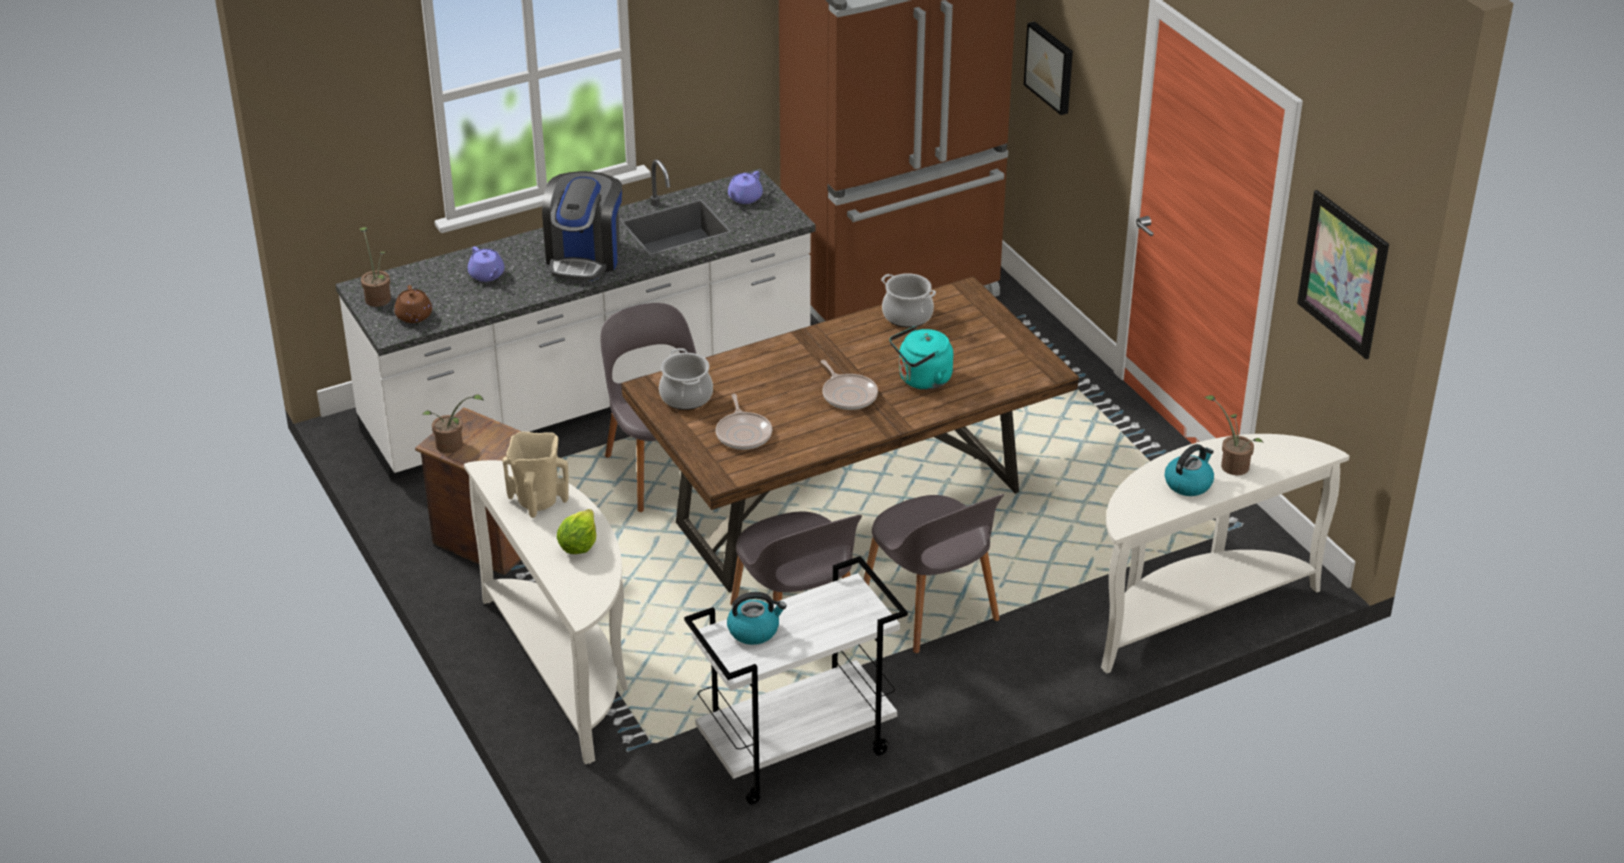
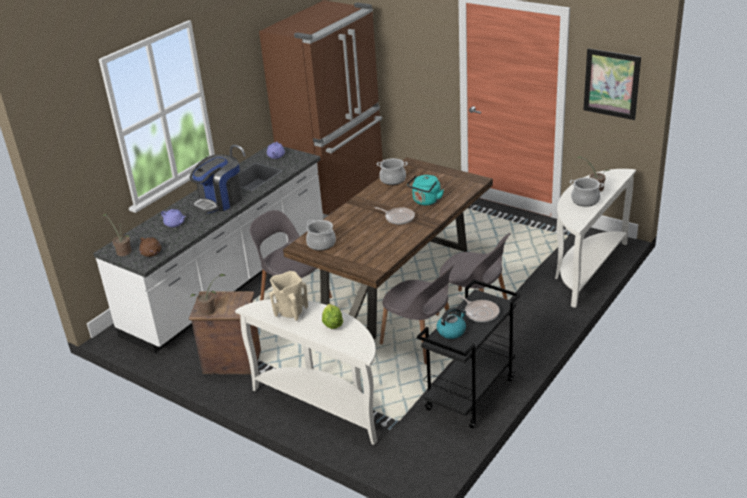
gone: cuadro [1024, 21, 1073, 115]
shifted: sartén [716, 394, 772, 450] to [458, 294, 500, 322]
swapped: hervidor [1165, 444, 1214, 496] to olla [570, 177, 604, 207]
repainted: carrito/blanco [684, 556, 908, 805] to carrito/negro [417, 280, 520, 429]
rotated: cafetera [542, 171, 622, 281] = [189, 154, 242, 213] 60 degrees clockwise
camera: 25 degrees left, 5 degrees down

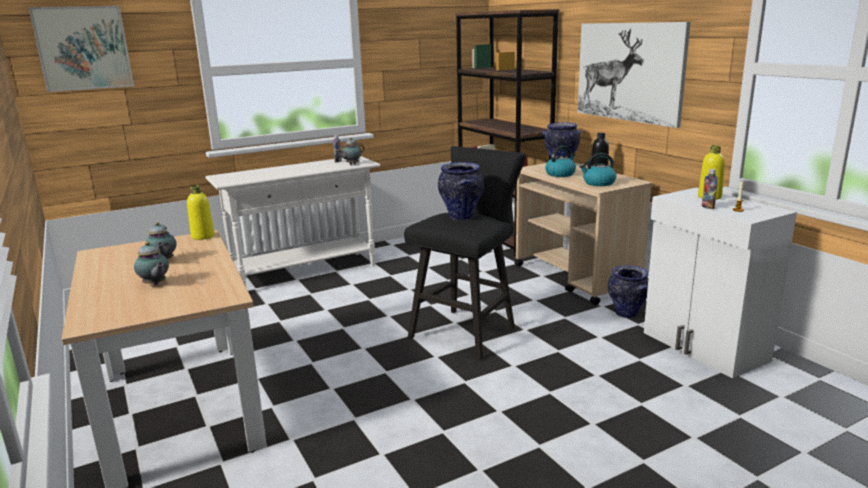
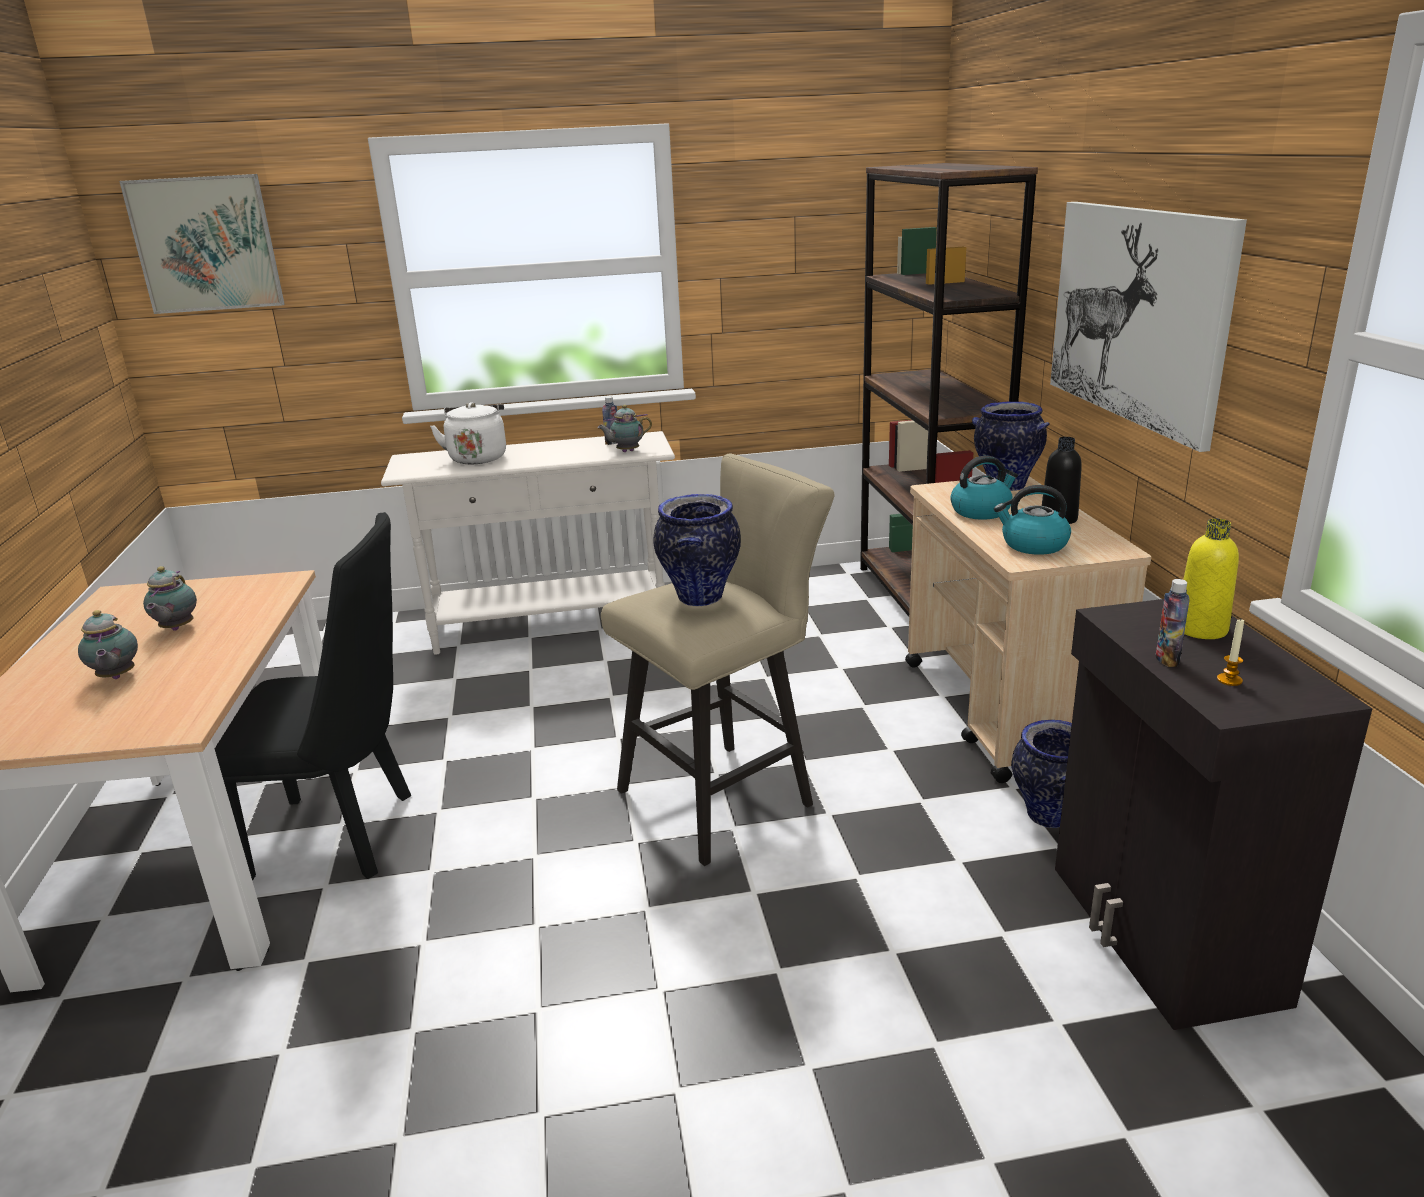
gone: botella/amarillo [187, 185, 215, 240]
new: silla/negro [215, 512, 411, 880]; hervidor/blanco [430, 402, 506, 464]
repainted: taburete/negro [404, 146, 526, 360] to taburete/beis [601, 454, 835, 866]; armario/blanco [644, 188, 797, 379] to armario/negro [1055, 599, 1373, 1030]
camera: 20 degrees right, 5 degrees up

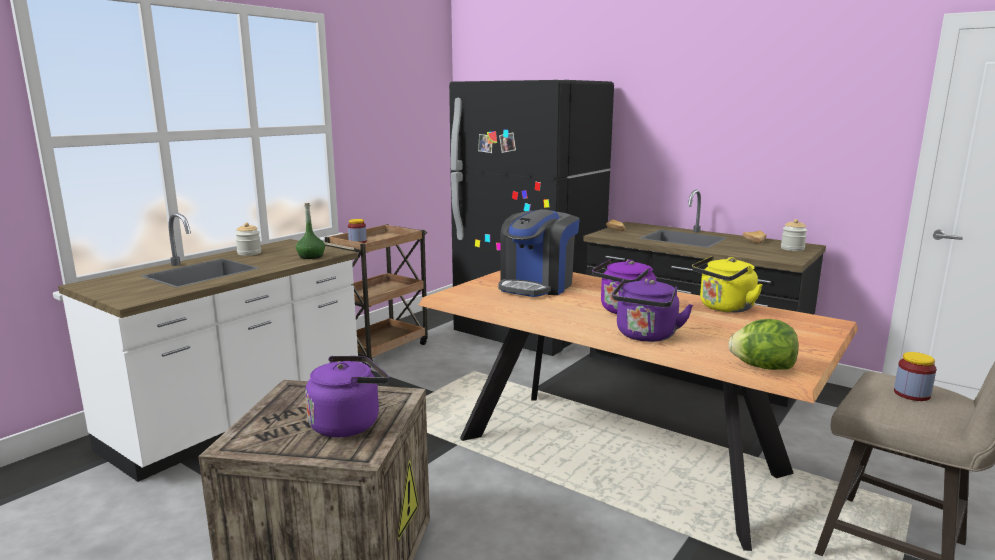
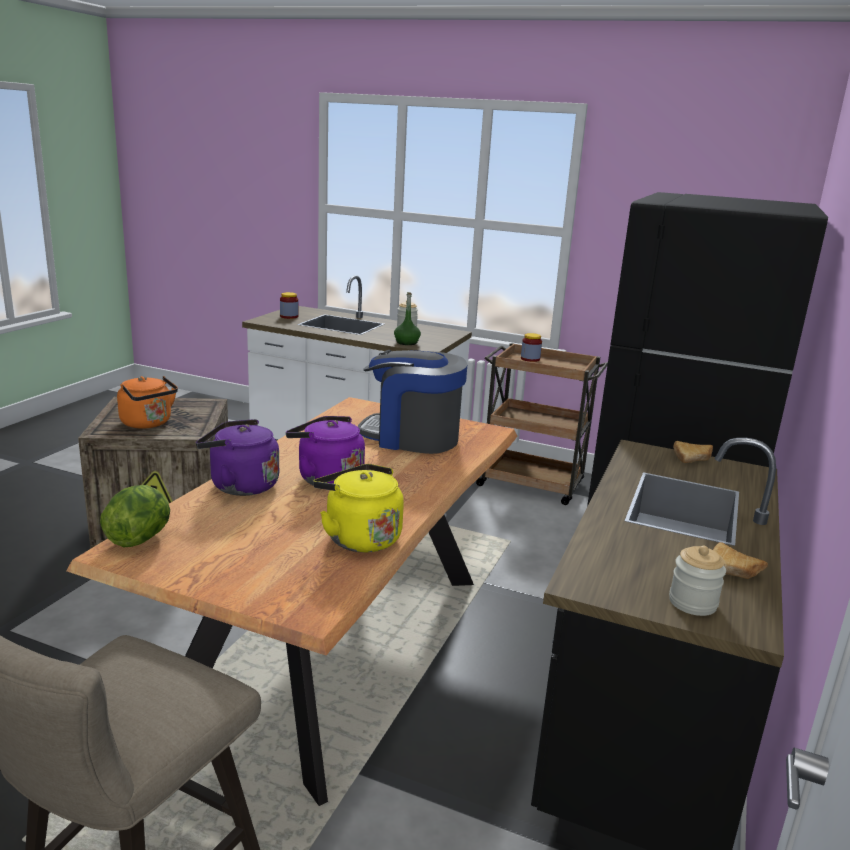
shifted: tarro [894, 352, 936, 401] to [280, 292, 298, 319]
repainted: hervidor/morado [305, 356, 389, 437] to hervidor/naranja [117, 376, 178, 429]
camera: 75 degrees right, 5 degrees up

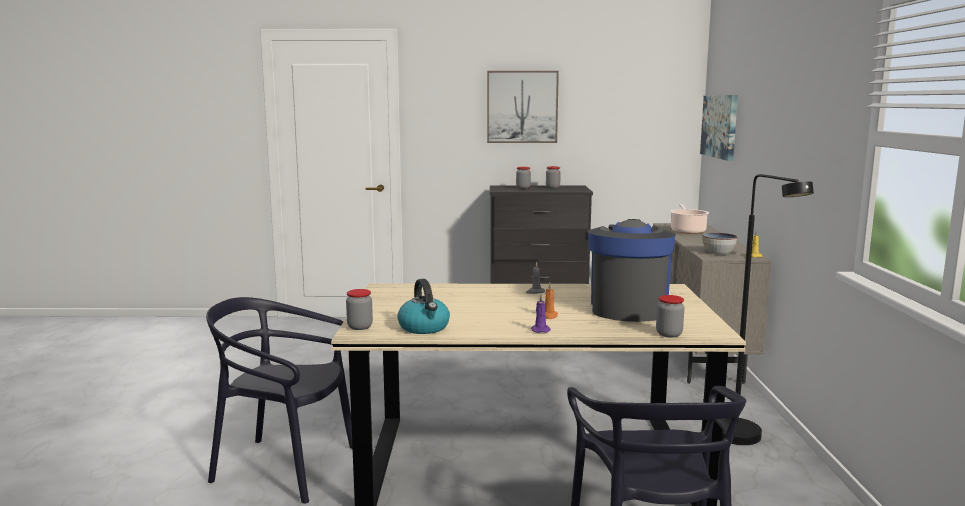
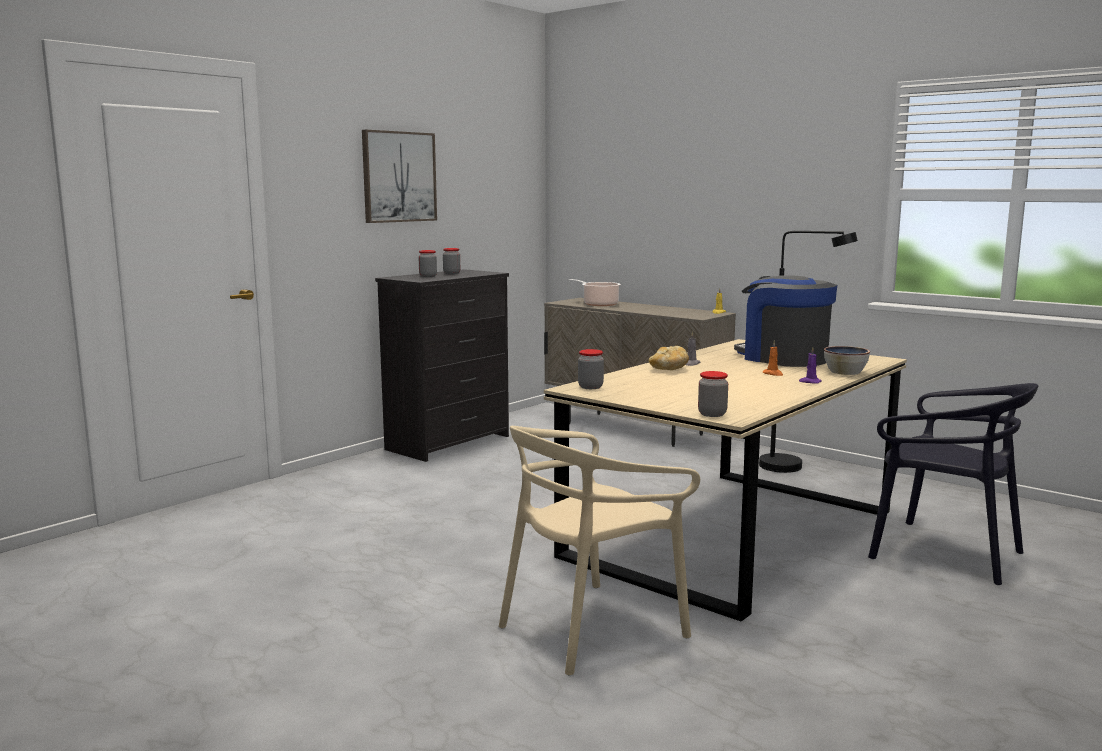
gone: hervidor [397, 279, 450, 334]; cuadro [700, 95, 738, 161]
new: pan [649, 346, 689, 370]
shifted: tarro [656, 295, 684, 338] to [578, 349, 604, 389]; cuenco [702, 232, 738, 255] to [824, 346, 870, 375]
repainted: silla/negro [206, 297, 352, 504] to silla/beis [499, 426, 700, 675]
camera: 50 degrees left, 0 degrees up

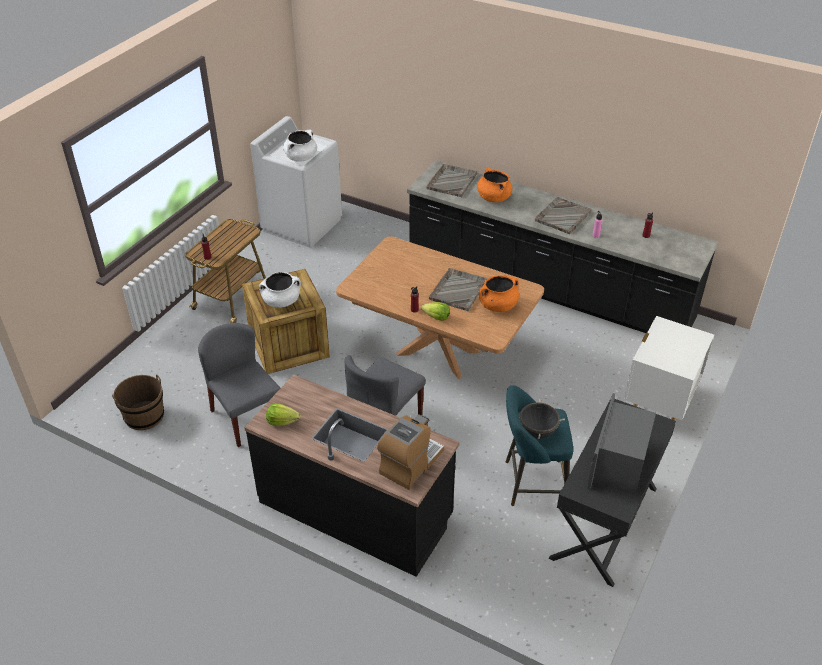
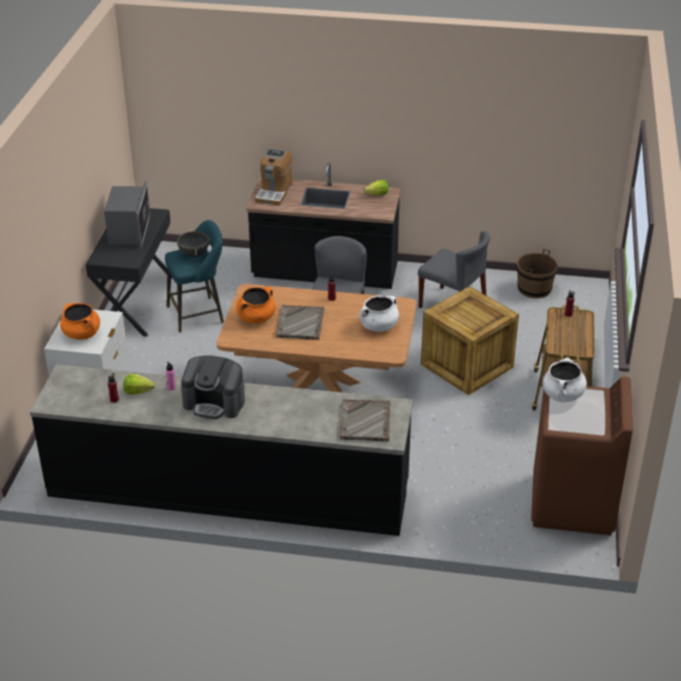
shifted: olla/blanco [259, 272, 301, 308] to [359, 295, 399, 332]; lechuga [421, 302, 450, 321] to [123, 374, 155, 395]; olla/naranja [477, 168, 512, 202] to [60, 303, 100, 339]
swapped: bandeja/gris [535, 197, 592, 234] to cafetera [181, 355, 245, 419]
repainted: lavadora/blanco [250, 116, 342, 248] to lavadora/marrón [531, 376, 633, 535]
camera: 160 degrees right, 5 degrees down

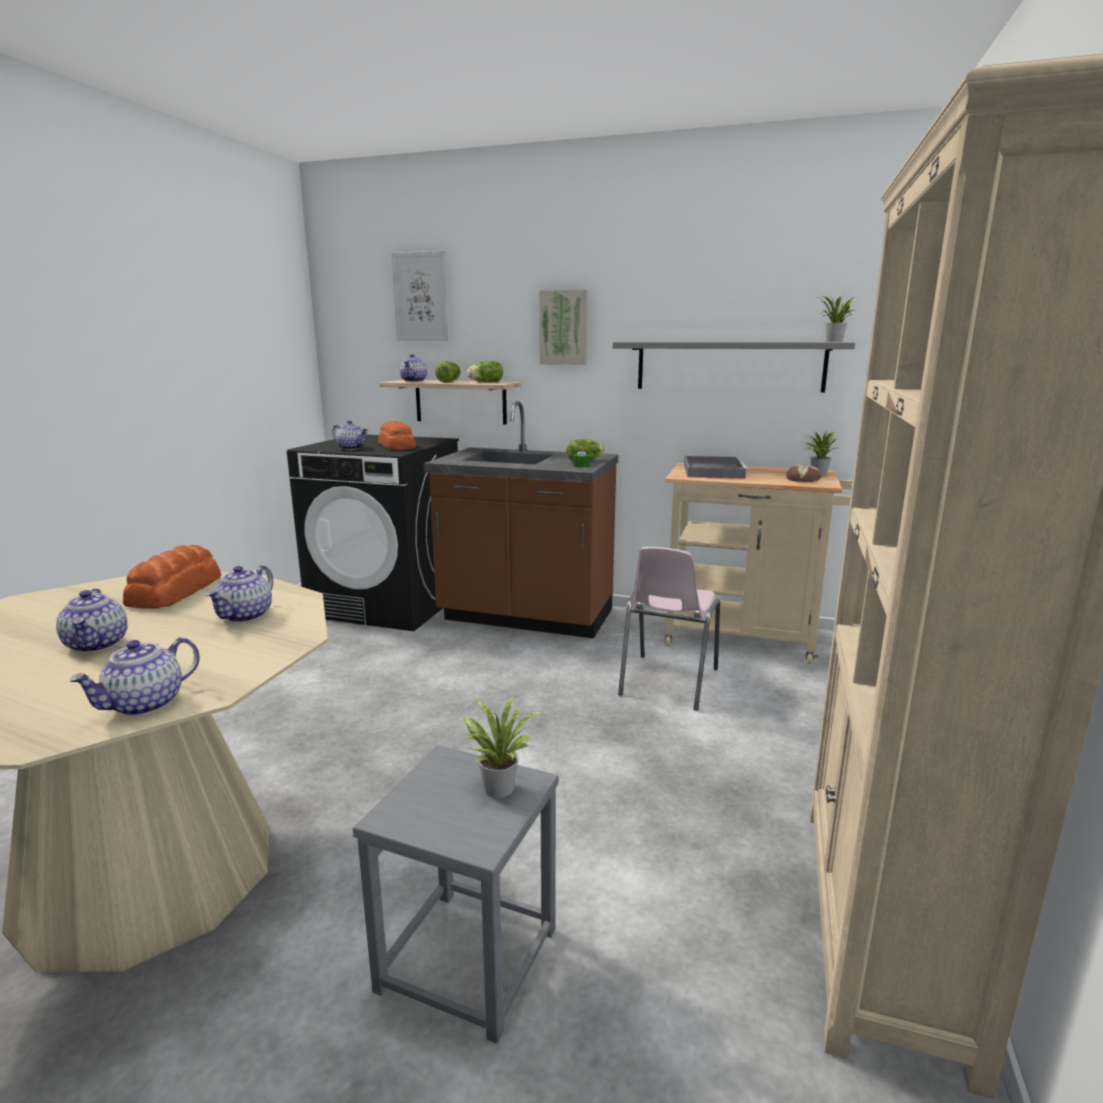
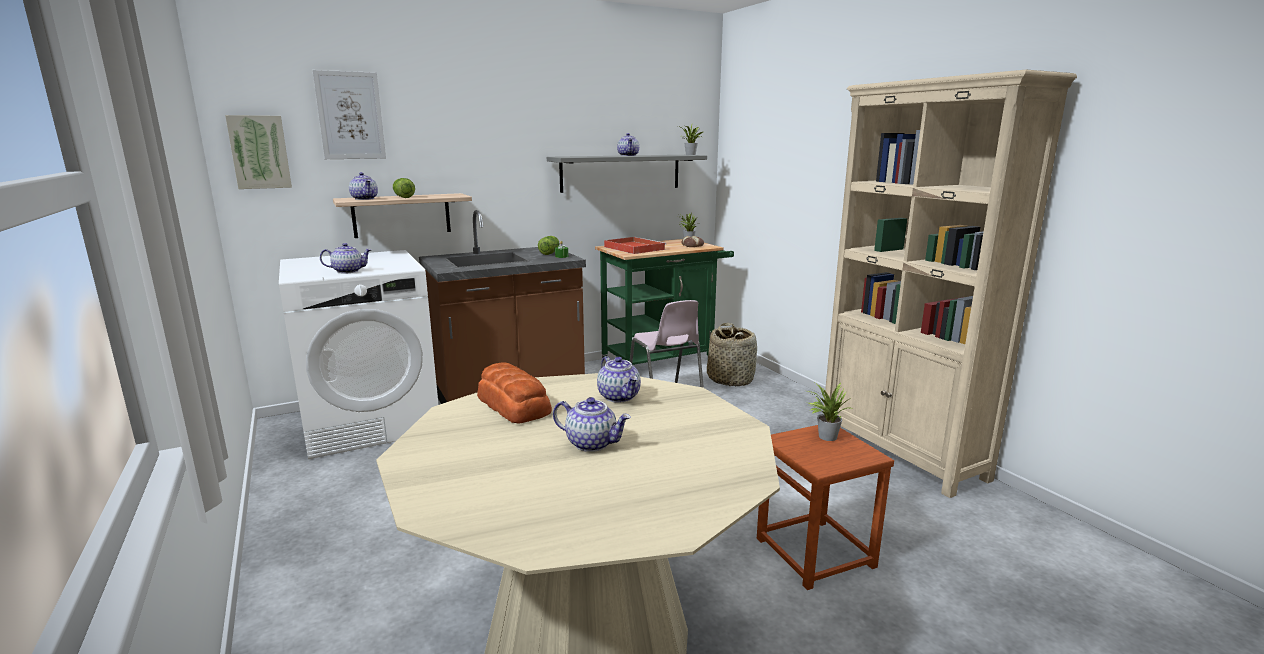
gone: pan [378, 421, 416, 450]; lechuga [467, 361, 503, 382]
new: cesta [707, 323, 757, 386]
shifted: tetera [69, 637, 200, 716] to [617, 133, 639, 156]; cuadro [539, 289, 588, 365] to [225, 115, 292, 189]
repainted: lavadora/negro [287, 434, 459, 631] to lavadora/blanco [279, 250, 438, 459]; taburete/gris [353, 745, 559, 1044] to taburete/marrón [757, 425, 894, 590]; carrito/beis [665, 463, 853, 664] to carrito/verde [595, 239, 734, 365]; bandeja/gris [684, 456, 749, 479] to bandeja/rojo [604, 237, 666, 254]
camera: 45 degrees left, 0 degrees up

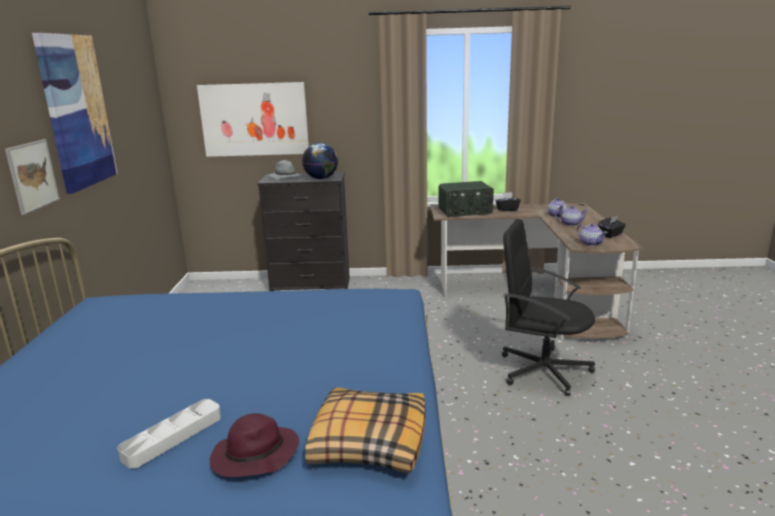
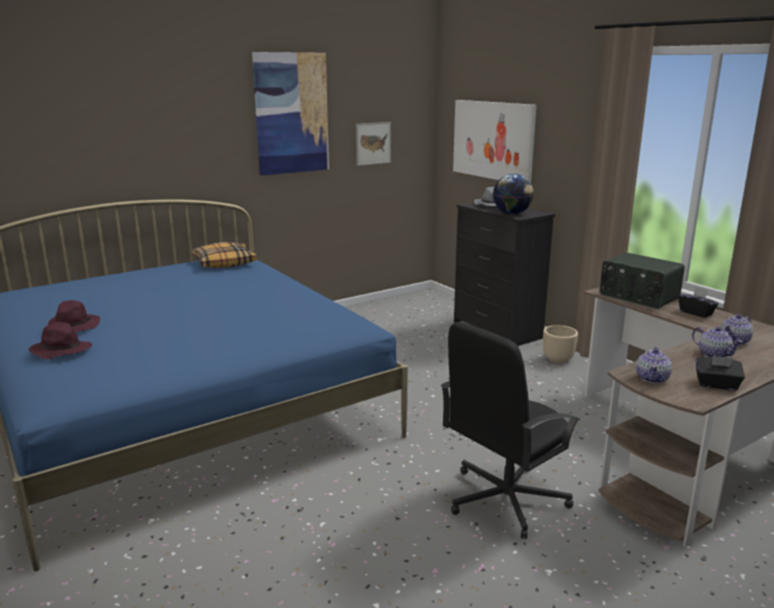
new: maceta/beis [543, 325, 578, 363]
shifted: cuadro [5, 139, 60, 215] to [356, 122, 391, 166]; cojín [305, 387, 426, 473] to [192, 242, 257, 268]
swapped: bandeja/gris [117, 399, 221, 469] to sombrero/morado [48, 300, 100, 332]
rotated: silla de oficina/negro [502, 219, 595, 396] = [441, 322, 580, 539] 120 degrees counterclockwise
camera: 55 degrees right, 0 degrees up

